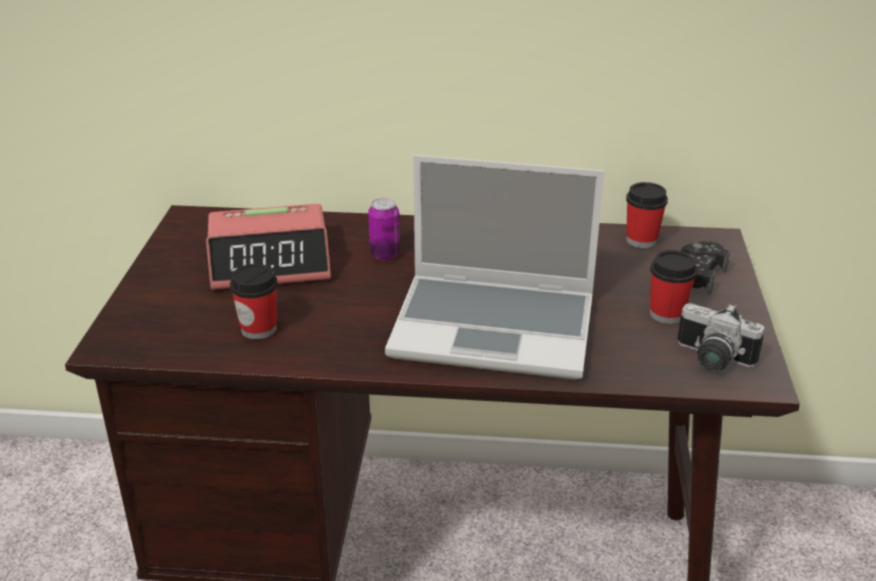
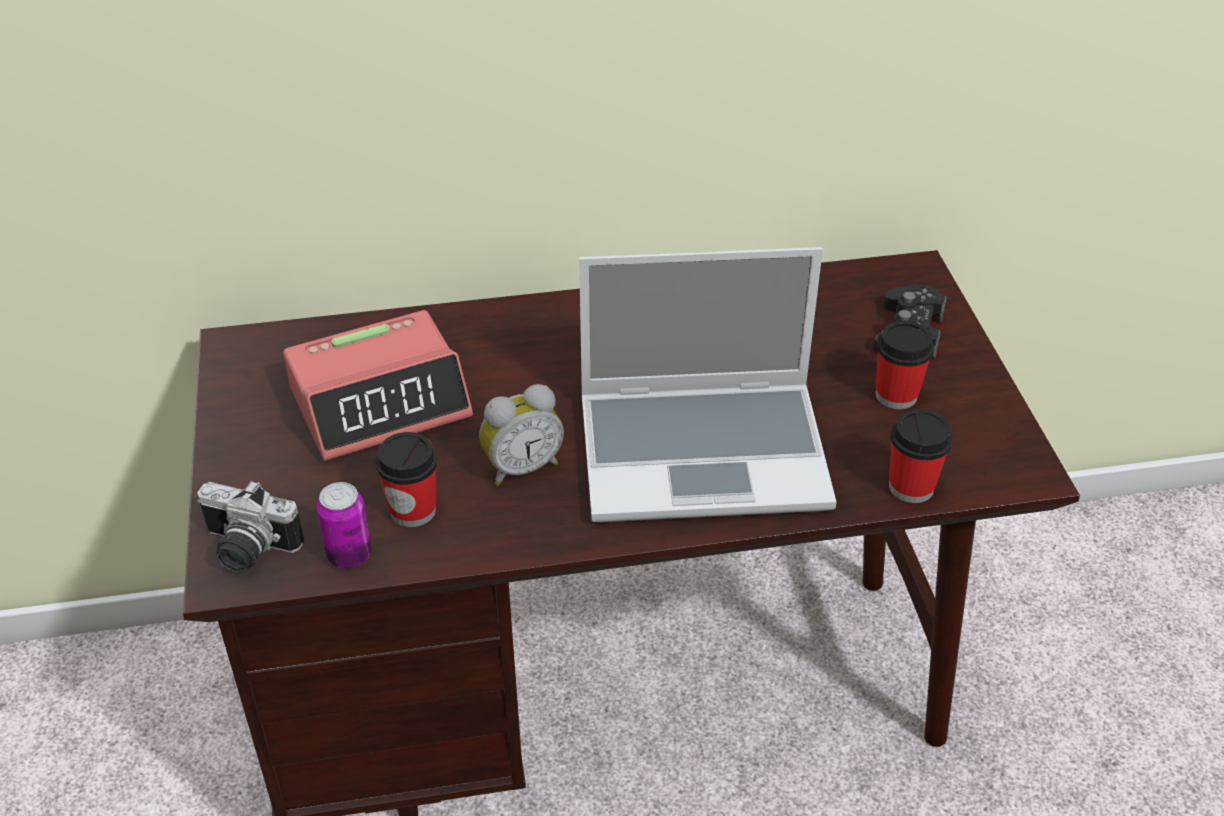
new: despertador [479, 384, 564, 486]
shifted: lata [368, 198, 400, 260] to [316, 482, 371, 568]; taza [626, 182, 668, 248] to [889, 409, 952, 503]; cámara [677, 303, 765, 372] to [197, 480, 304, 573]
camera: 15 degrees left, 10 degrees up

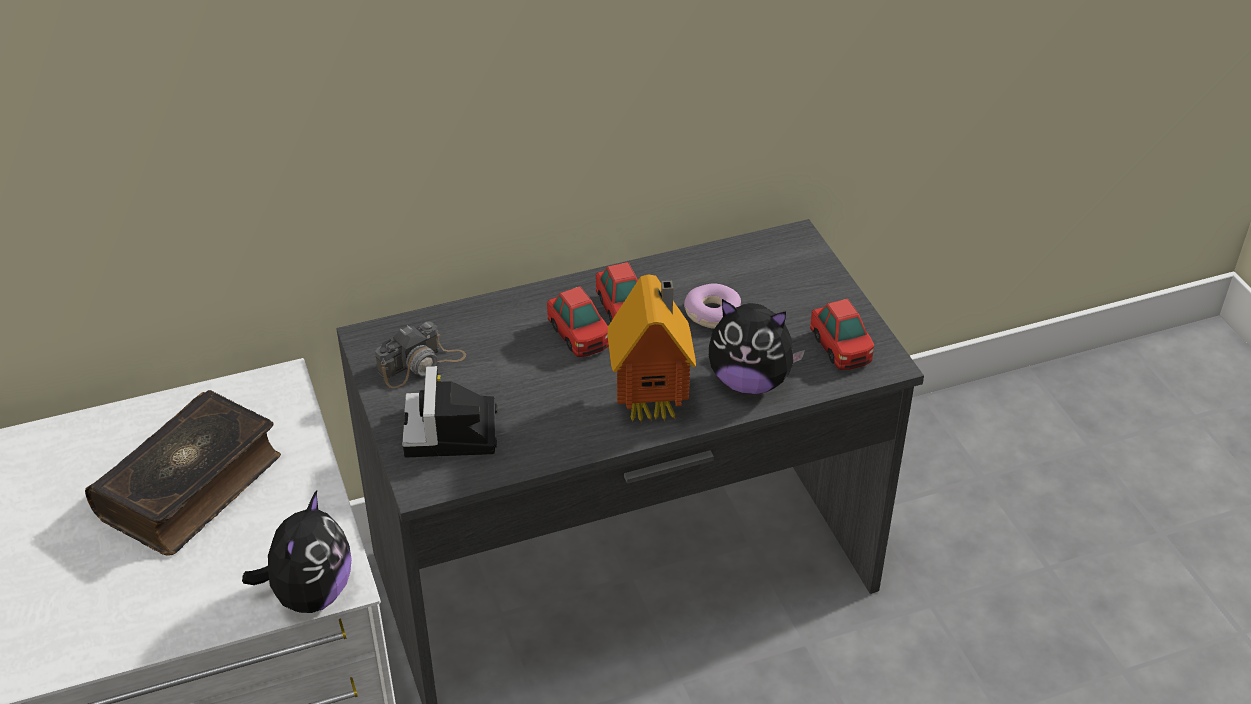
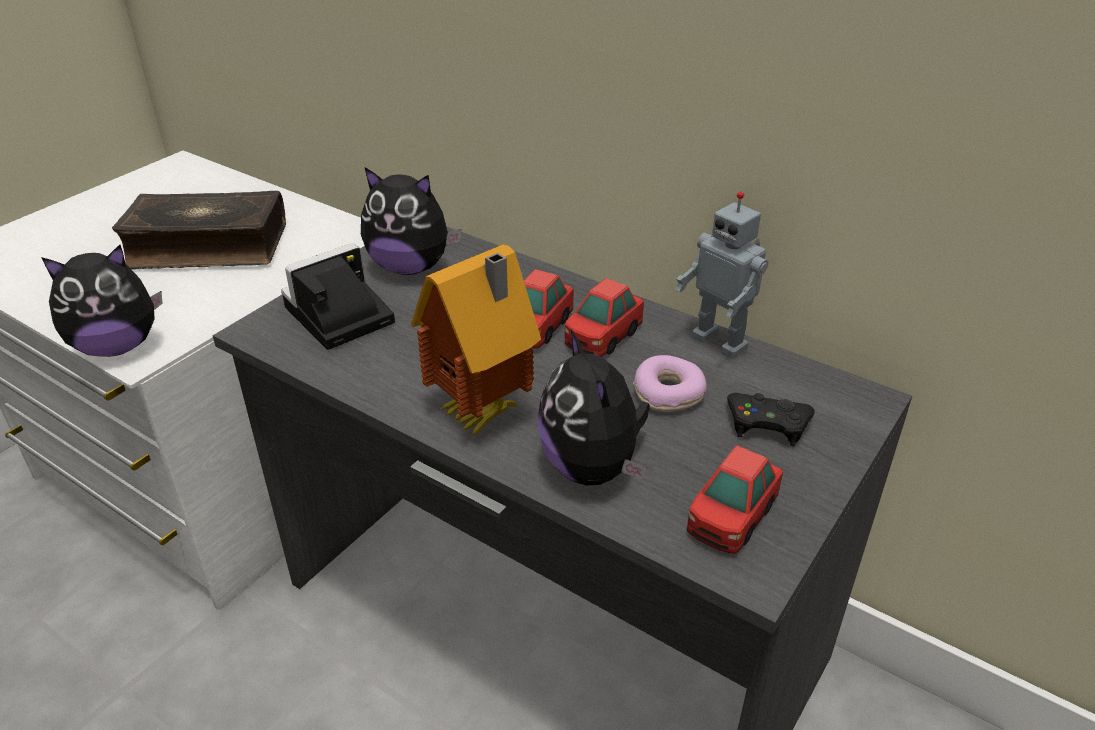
new: robot de juguete [675, 191, 768, 359]; mando de consola/negro [727, 393, 815, 446]
swapped: cámara [375, 322, 466, 388] to peluche [361, 167, 462, 275]
camera: 55 degrees right, 5 degrees down

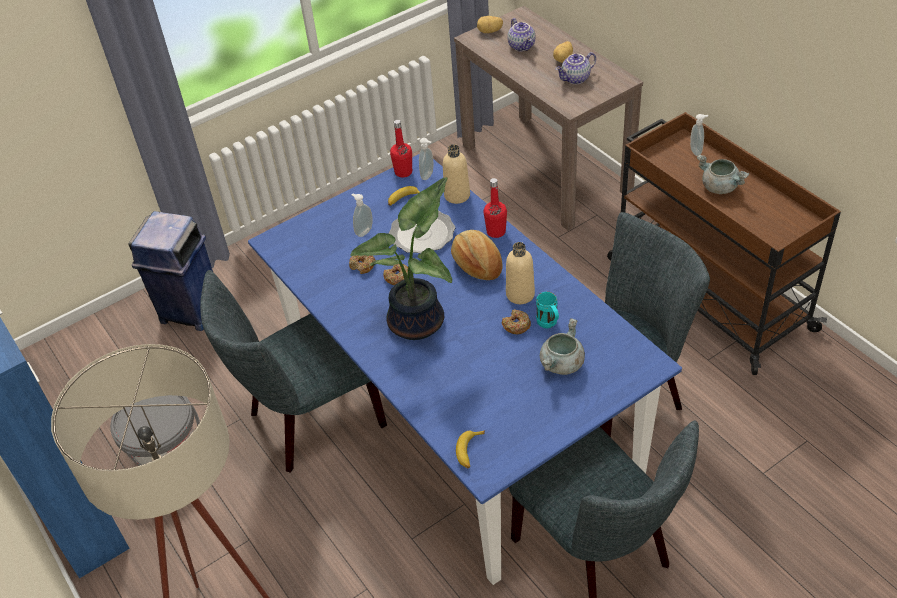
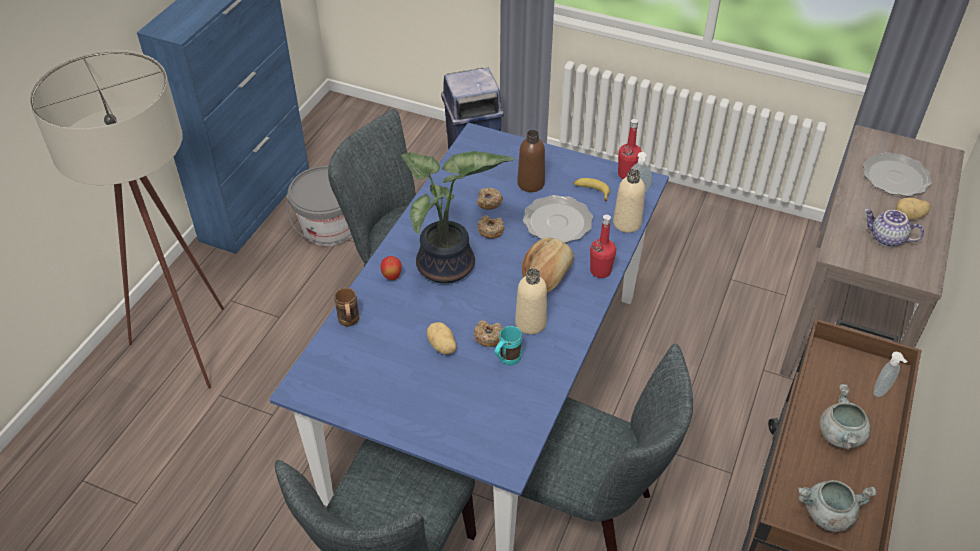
gone: plátano [456, 430, 485, 468]
new: taza grande/marrón [334, 288, 359, 326]; manzana [380, 256, 402, 280]
shifted: patata [477, 16, 503, 33] to [426, 322, 457, 355]; olla/gris [540, 318, 585, 375] to [798, 480, 877, 532]
swapped: dispensador de jabón [351, 193, 373, 237] to botella/marrón [517, 130, 545, 192]; tetera [507, 18, 535, 51] to plato [863, 152, 932, 196]
camera: 55 degrees right, 0 degrees up

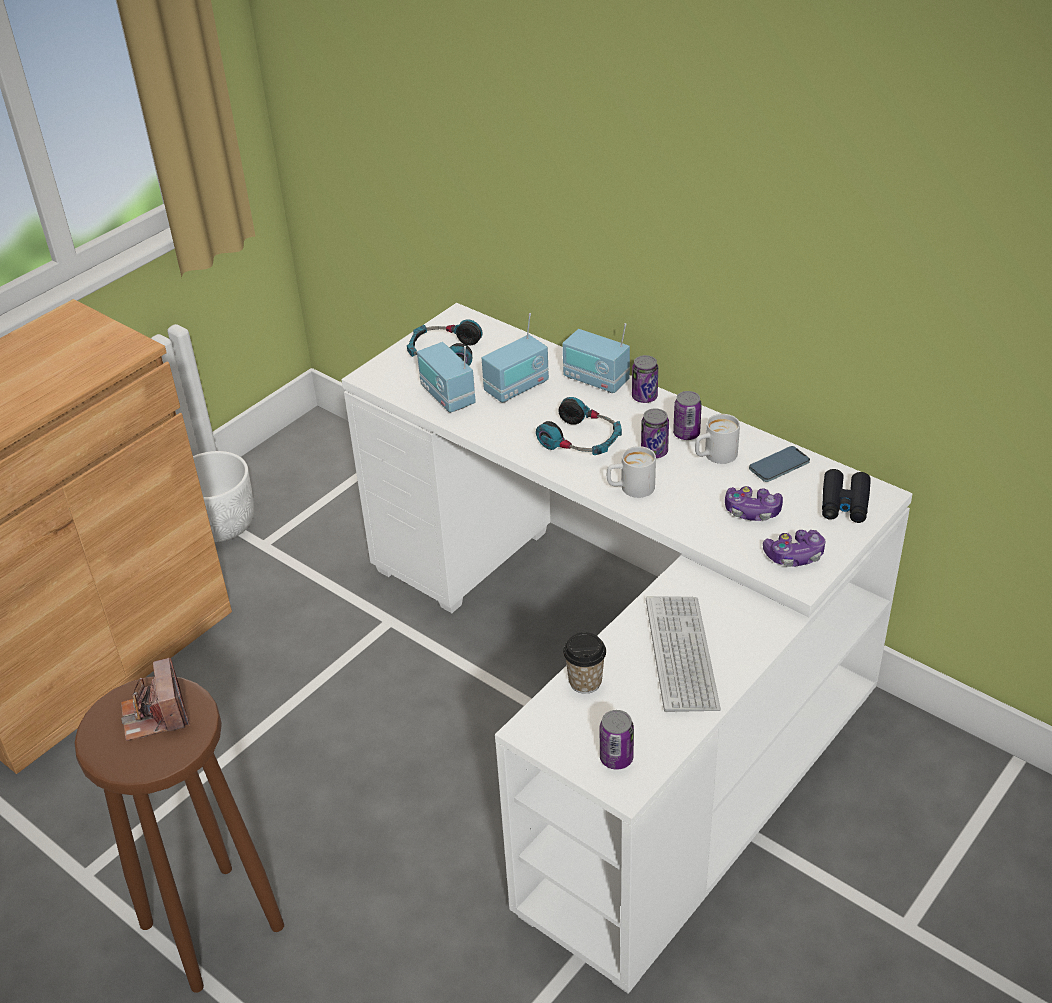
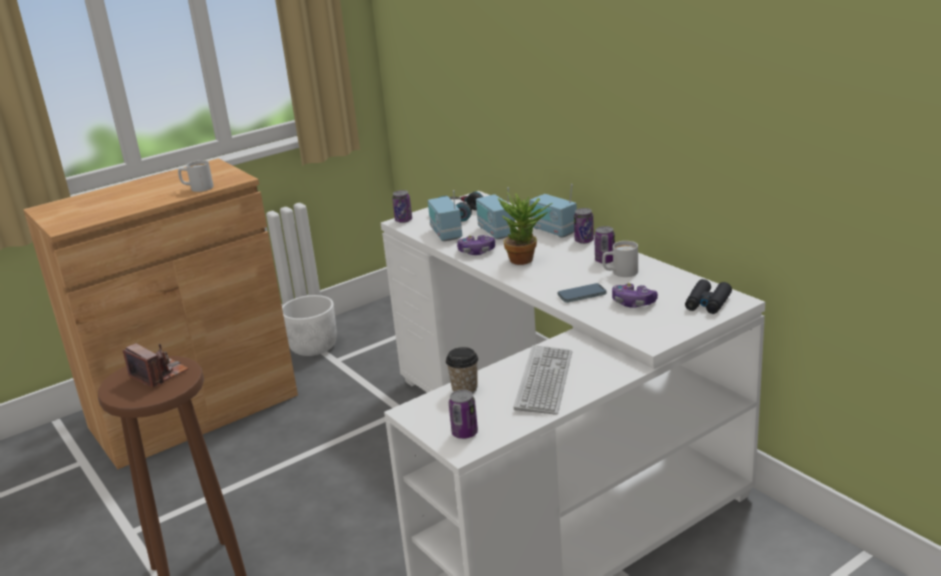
shifted: taza grande/blanco [607, 446, 656, 498] to [178, 160, 214, 192]; lata [641, 408, 669, 458] to [392, 190, 412, 223]; móvil [749, 446, 810, 482] to [558, 283, 607, 303]; mando de consola [763, 530, 825, 567] to [457, 235, 495, 255]
swapped: auriculares [536, 397, 622, 455] to planta en maceta [498, 192, 553, 265]
rotated: cámara [121, 658, 190, 741] = [123, 343, 189, 388] 135 degrees clockwise; radio [482, 313, 549, 403] = [476, 187, 515, 239] 90 degrees clockwise
camera: 15 degrees right, 15 degrees down

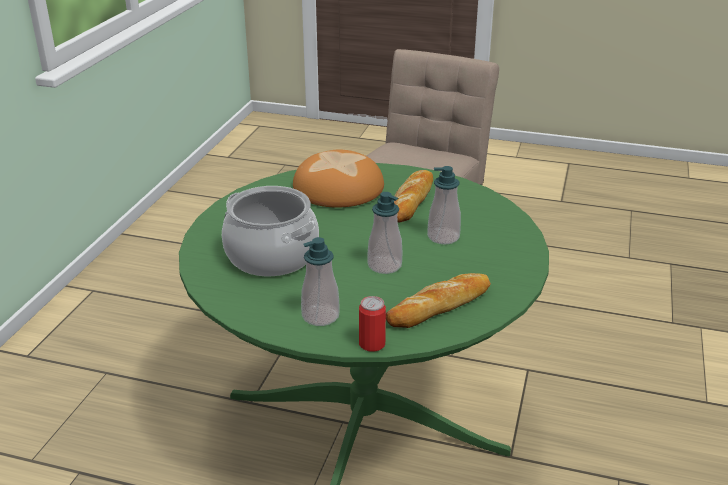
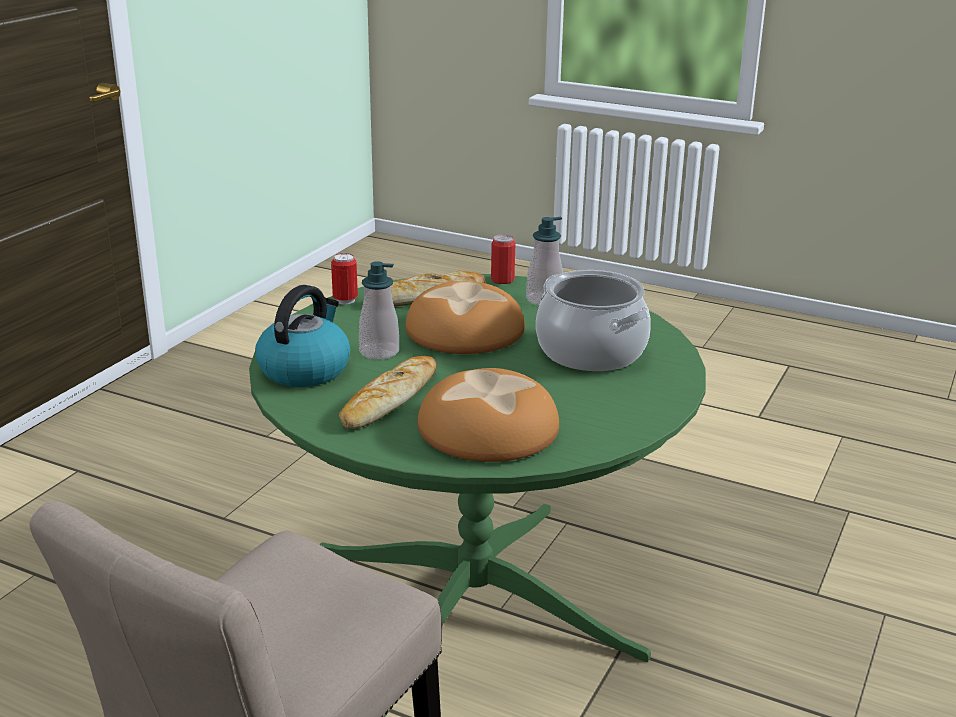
new: hervidor [255, 285, 350, 387]; lata [331, 253, 358, 304]
swapped: dispensador de jabón [368, 192, 402, 274] to pan [405, 281, 525, 354]
camera: 170 degrees left, 5 degrees down

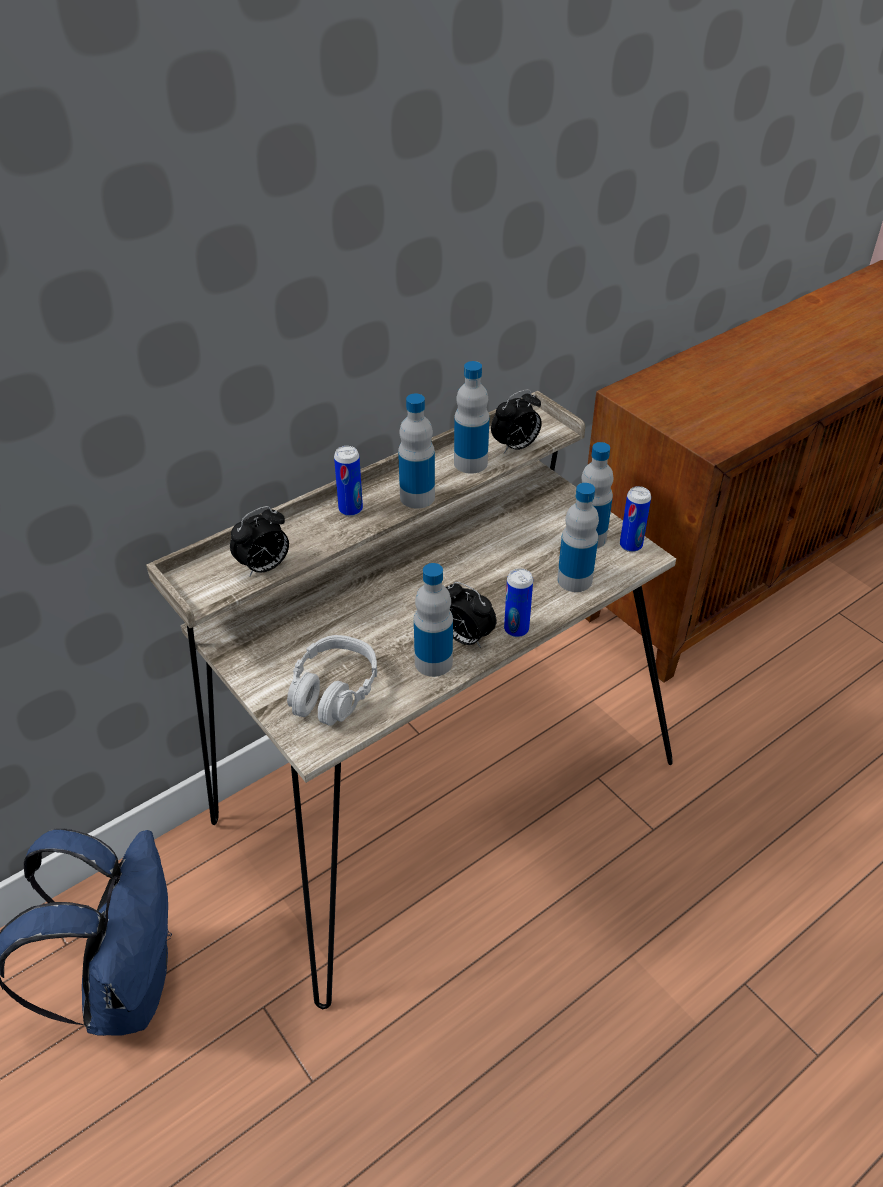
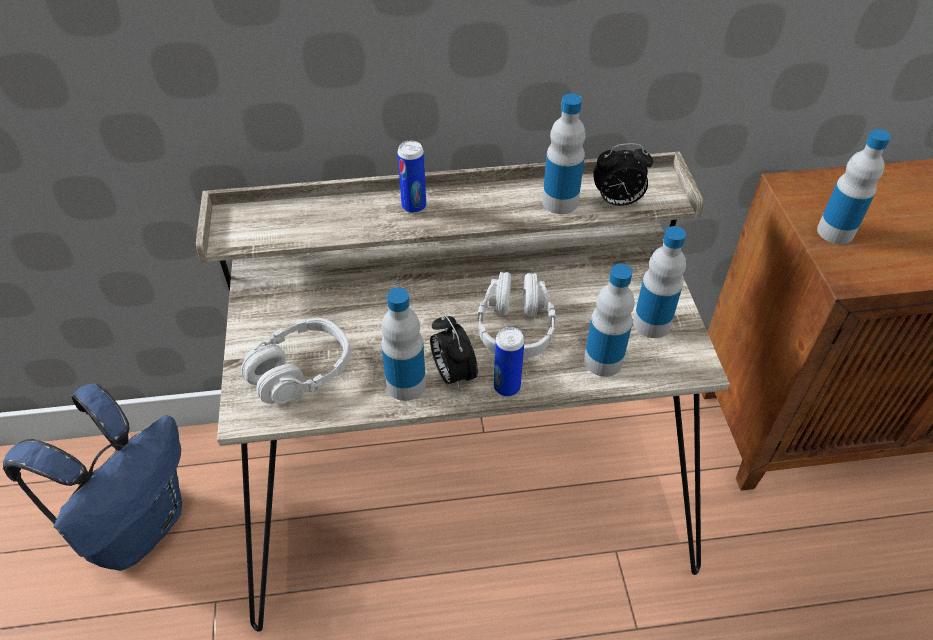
gone: despertador [230, 506, 289, 577]; lata [620, 486, 651, 552]
new: auriculares/gris [477, 272, 556, 358]
shifted: botella [398, 394, 435, 509] to [817, 129, 891, 244]
camera: 30 degrees right, 5 degrees up

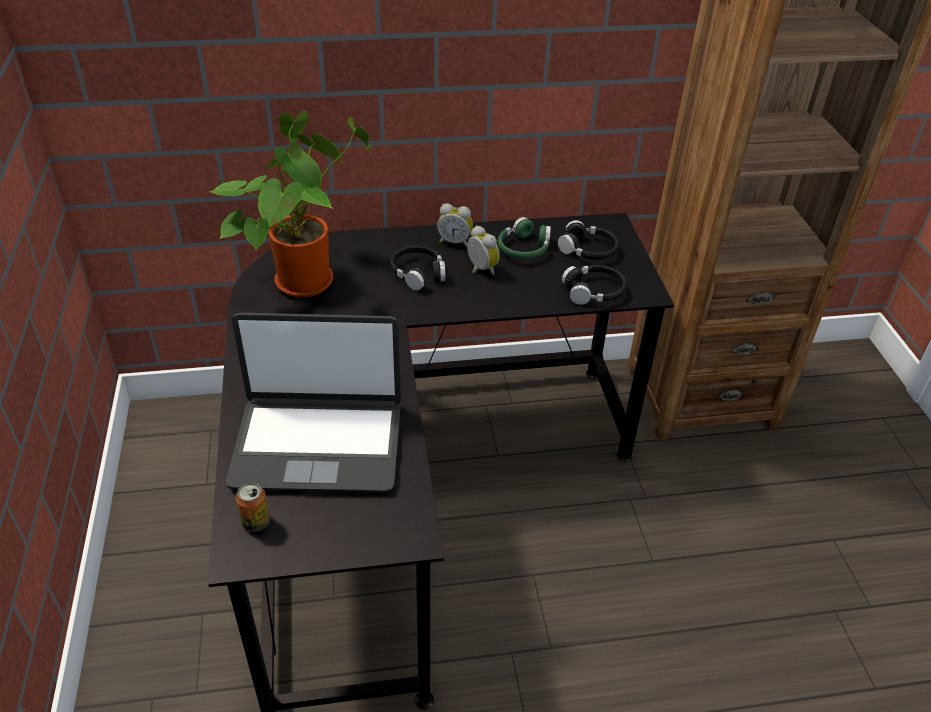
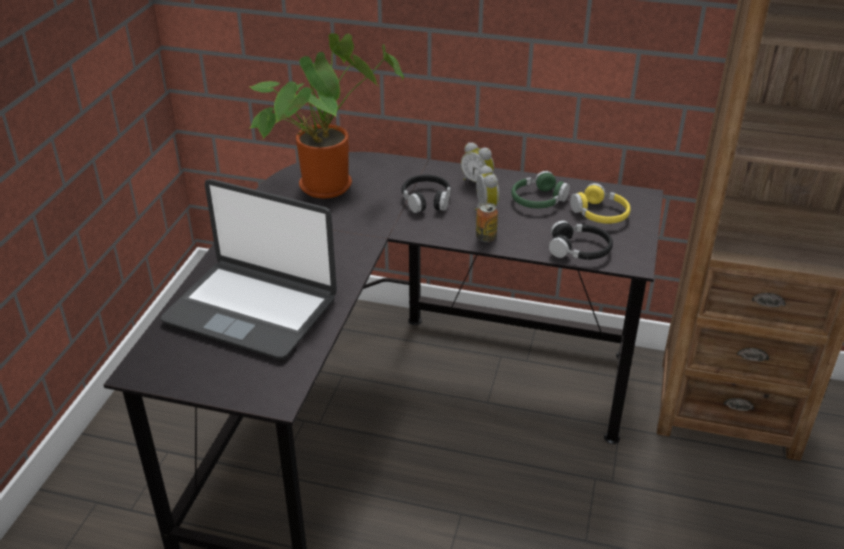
shifted: lata [236, 482, 270, 532] to [476, 203, 498, 242]
repainted: auriculares/negro [558, 220, 619, 260] to auriculares/amarillo [570, 183, 631, 224]
camera: 25 degrees right, 5 degrees down

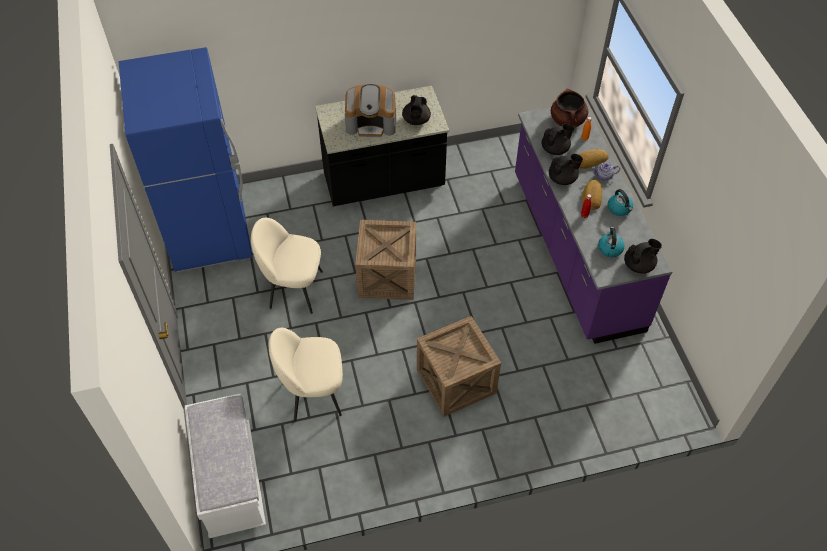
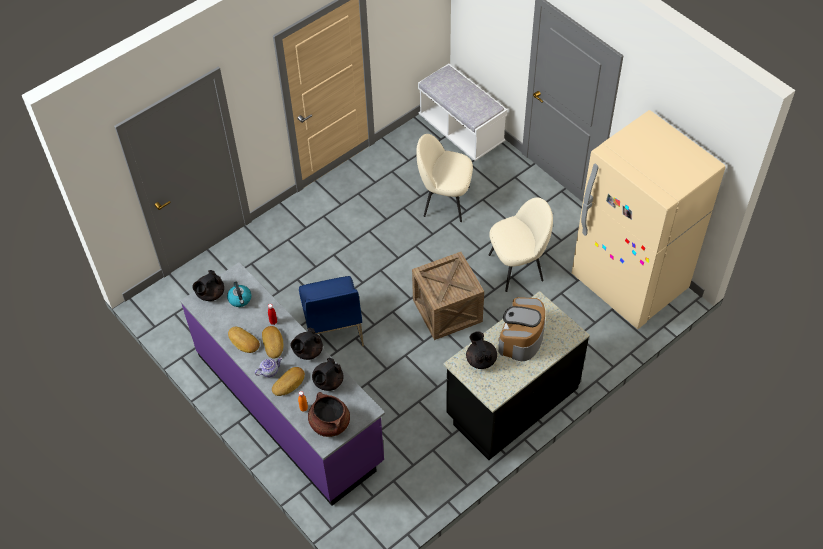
gone: caja de embalaje [417, 316, 501, 417]
new: silla/azul [299, 276, 364, 346]
swapped: hervidor [608, 189, 633, 216] to pan [228, 327, 260, 353]
repainted: nevera/azul [119, 47, 253, 272] to nevera/beis [572, 110, 725, 329]
rotated: silla/beis [269, 328, 343, 421] = [416, 134, 473, 222] 135 degrees counterclockwise; cafetera [345, 84, 396, 137] = [498, 297, 545, 361] 45 degrees counterclockwise
camera: 155 degrees right, 0 degrees up

